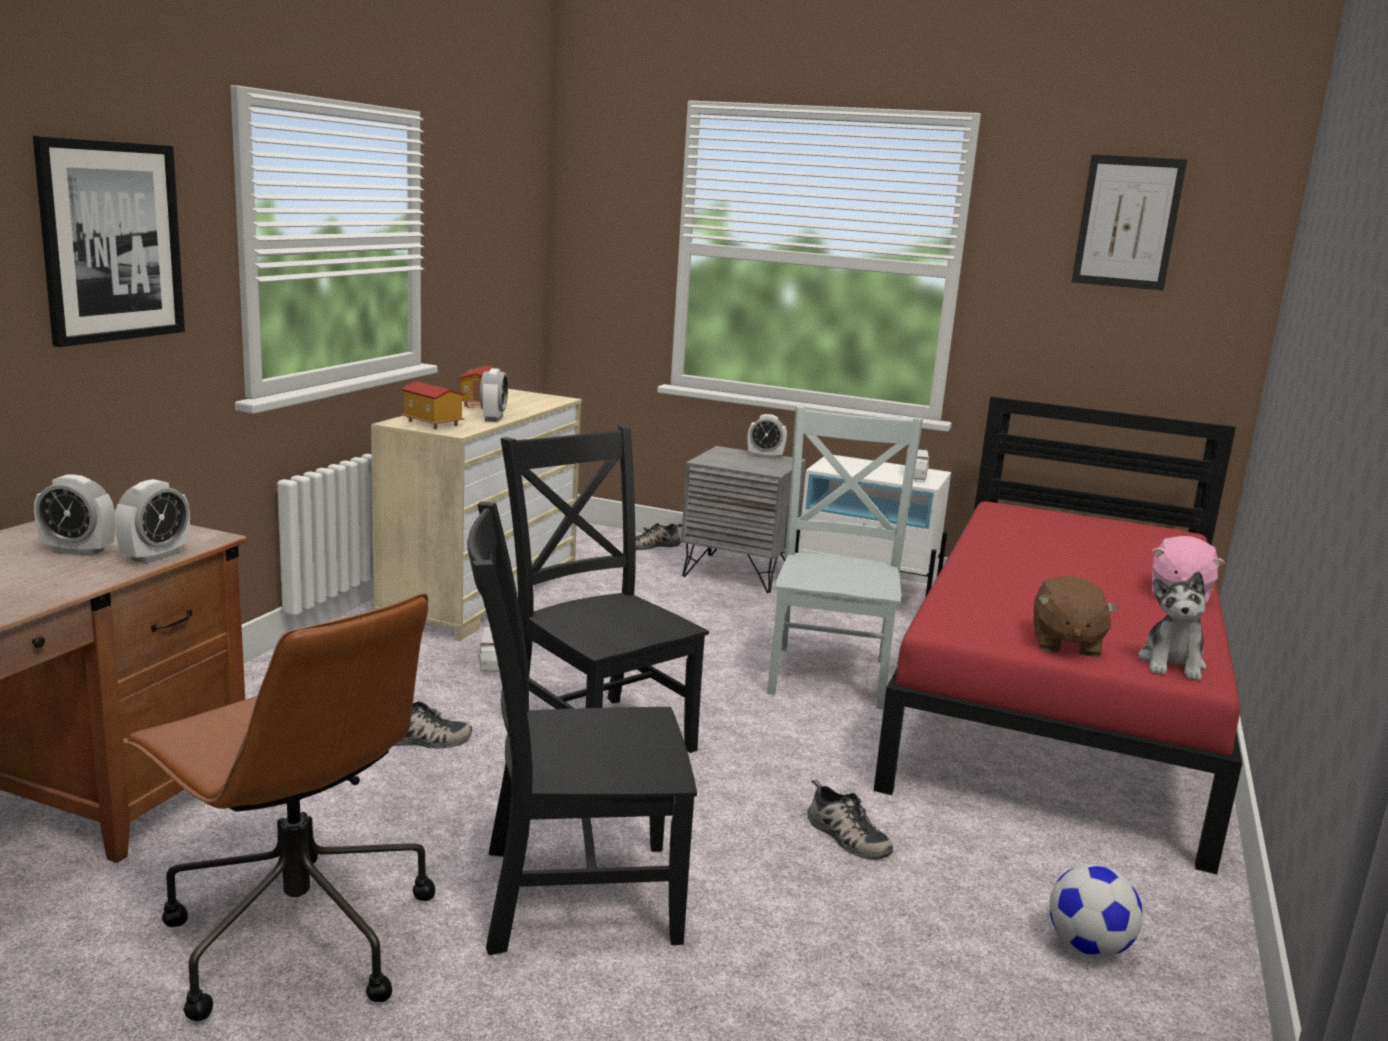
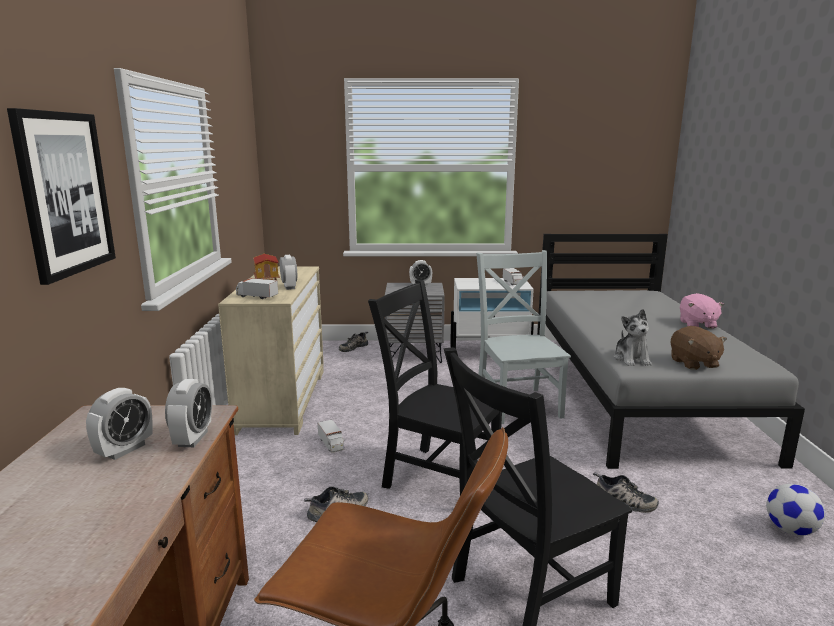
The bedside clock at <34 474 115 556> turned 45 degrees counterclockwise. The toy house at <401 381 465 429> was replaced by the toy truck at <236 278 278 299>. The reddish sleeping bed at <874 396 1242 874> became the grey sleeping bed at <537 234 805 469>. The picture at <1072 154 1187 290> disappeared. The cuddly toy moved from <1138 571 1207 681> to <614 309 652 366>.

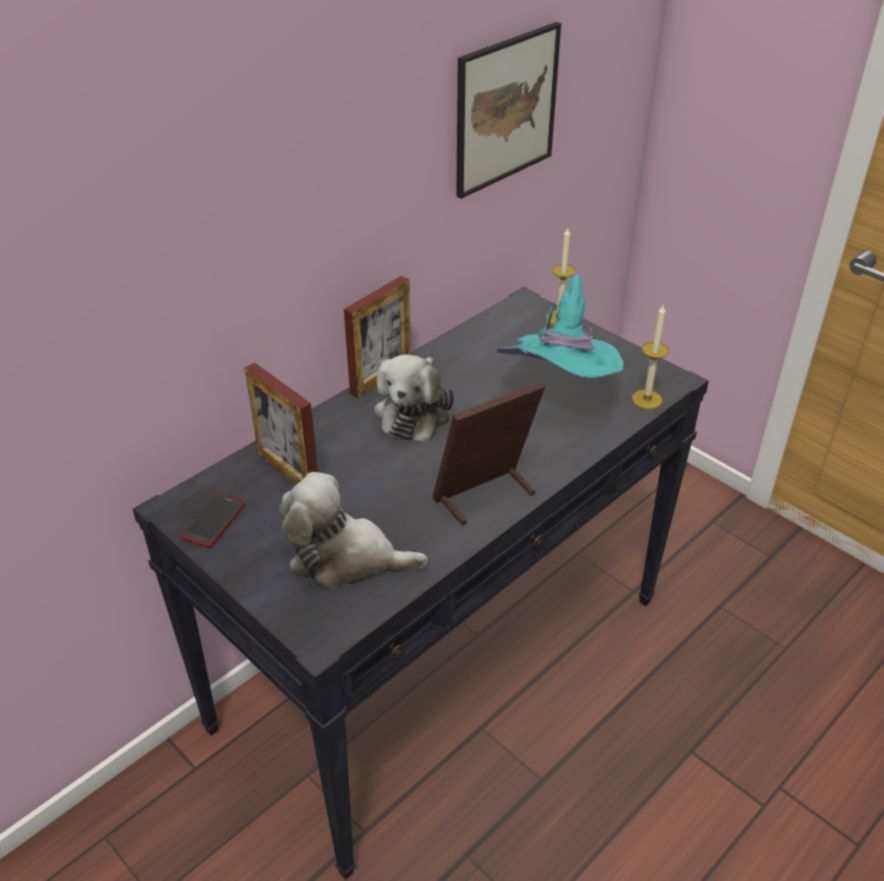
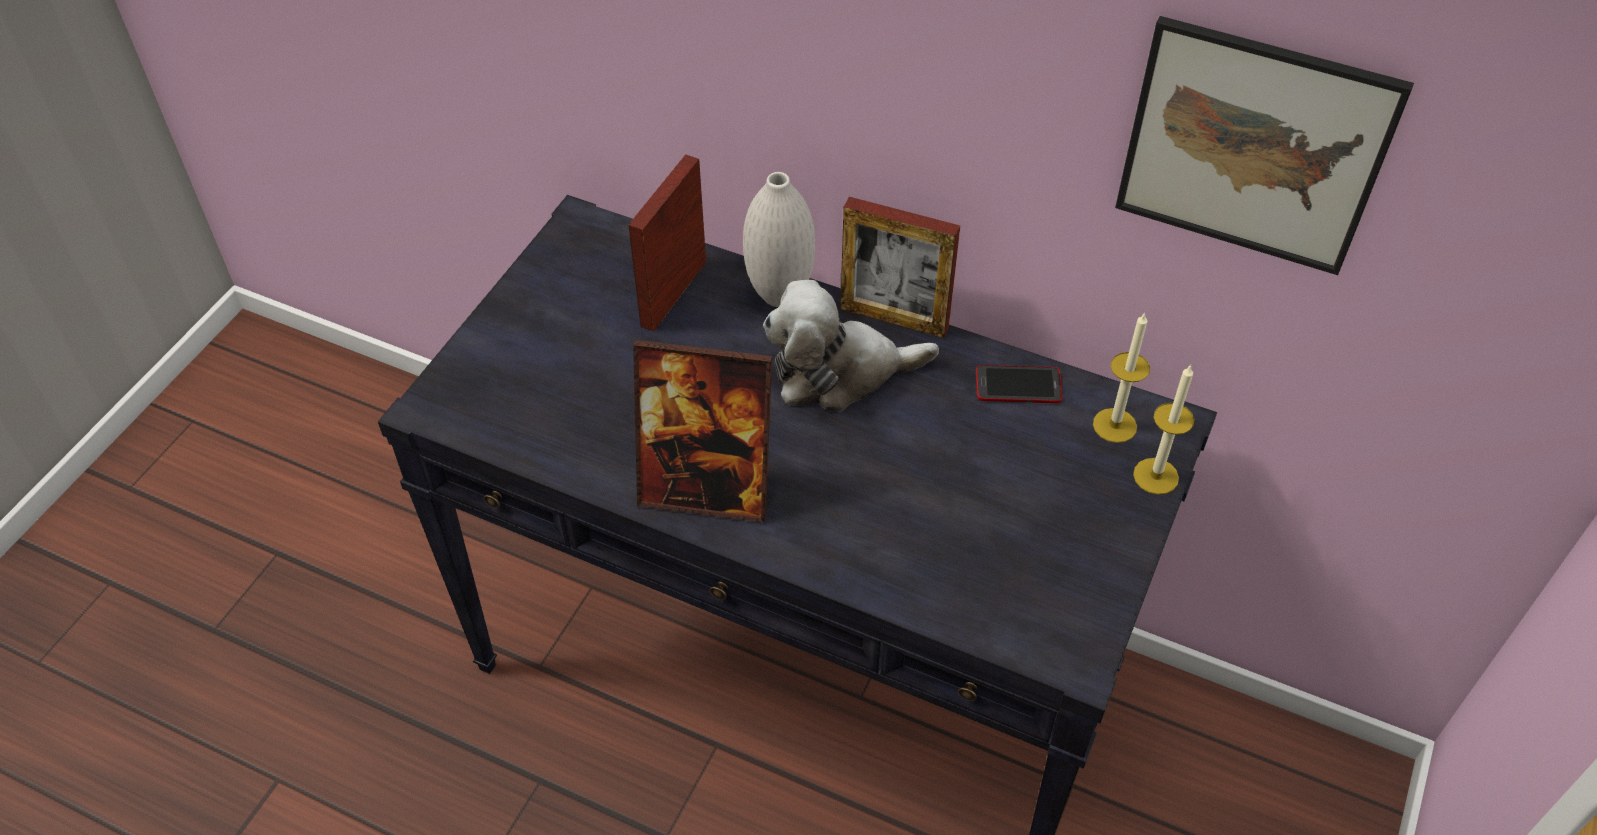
The telephone moved from <181 493 245 547> to <976 365 1063 403>. The cuddly toy at <279 472 428 589> disappeared. The picture frame at <432 382 545 525> turned 150 degrees clockwise. The turquoise clothing hat at <497 274 624 378> disappeared. The wax candle moved from <632 305 669 409> to <1093 312 1150 443>. The white-coloured vase at <743 172 815 307> appeared.

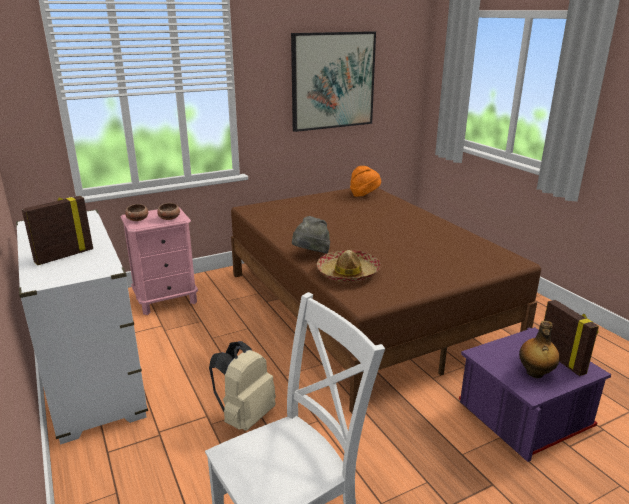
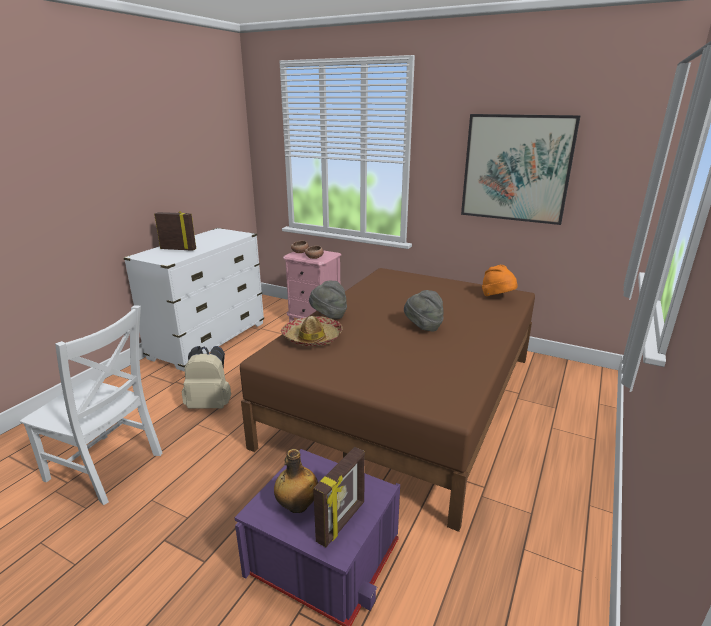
The grey clothing hat at <404 290 444 331> appeared.

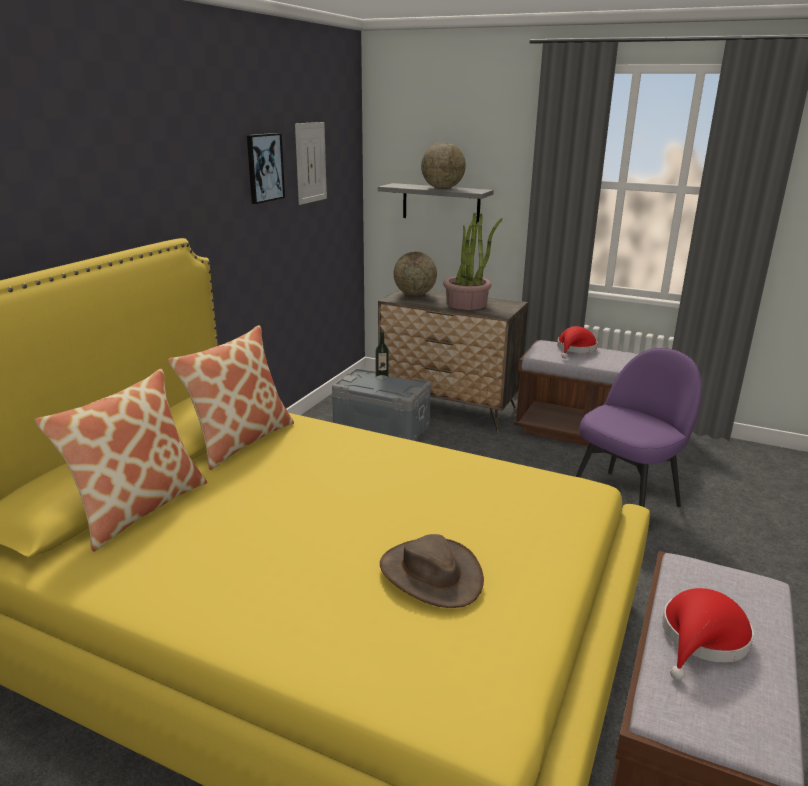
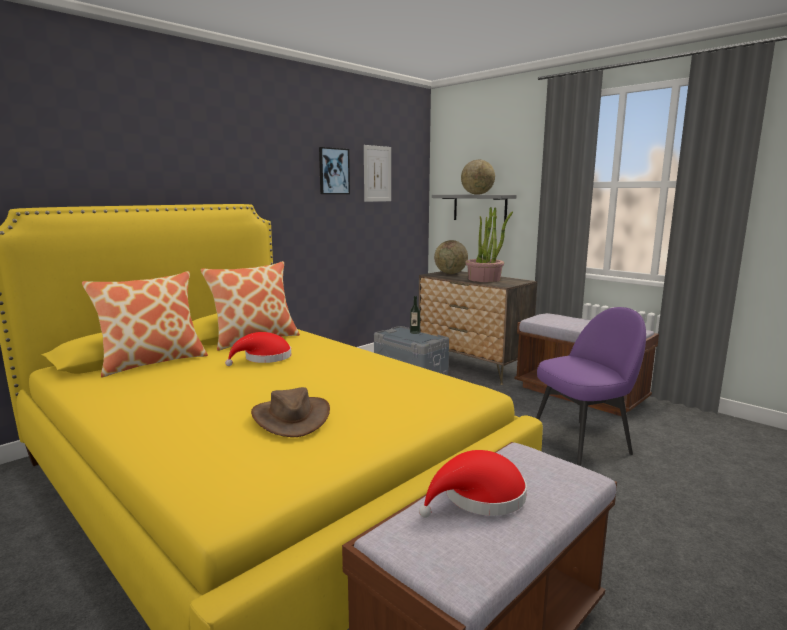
The reddish clothing hat moved from <557 326 597 359> to <225 332 291 366>.

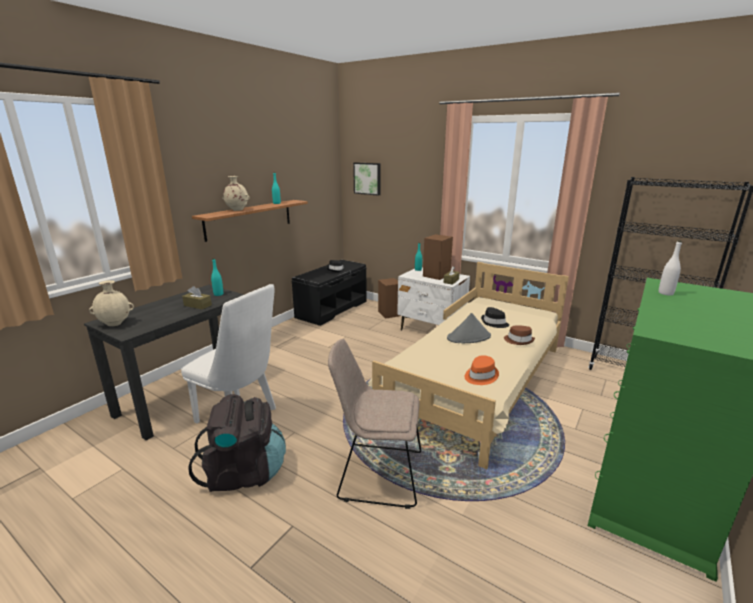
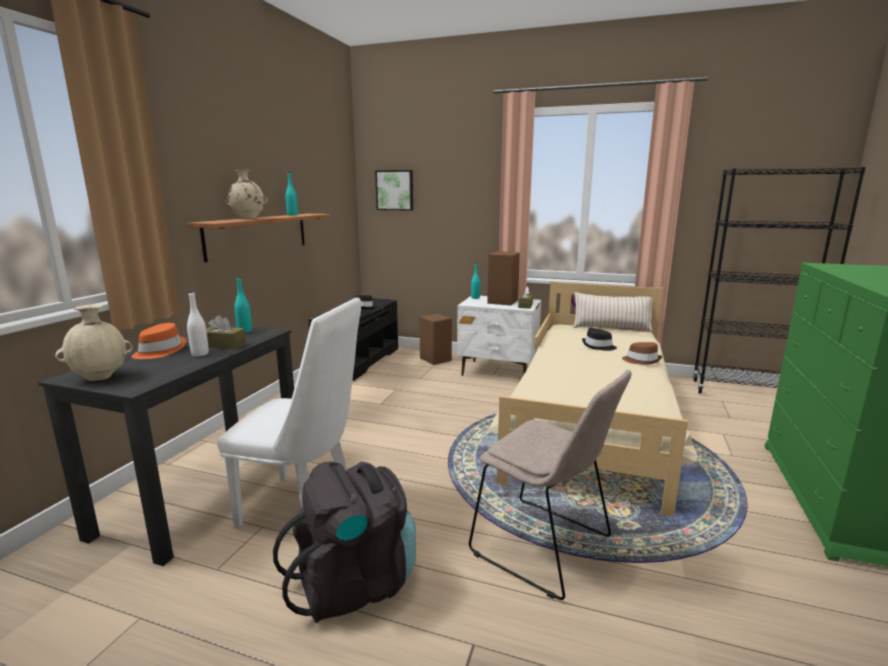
The beige-coloured plain chair at <328 339 421 509> turned 135 degrees counterclockwise. The grey clothing hat at <447 313 491 343> disappeared. The orangey clothing hat moved from <465 355 499 385> to <131 323 187 359>. The white-coloured beverage bottle moved from <659 240 682 296> to <187 291 209 356>. The beige-coloured throw pillow at <573 292 653 332> appeared.

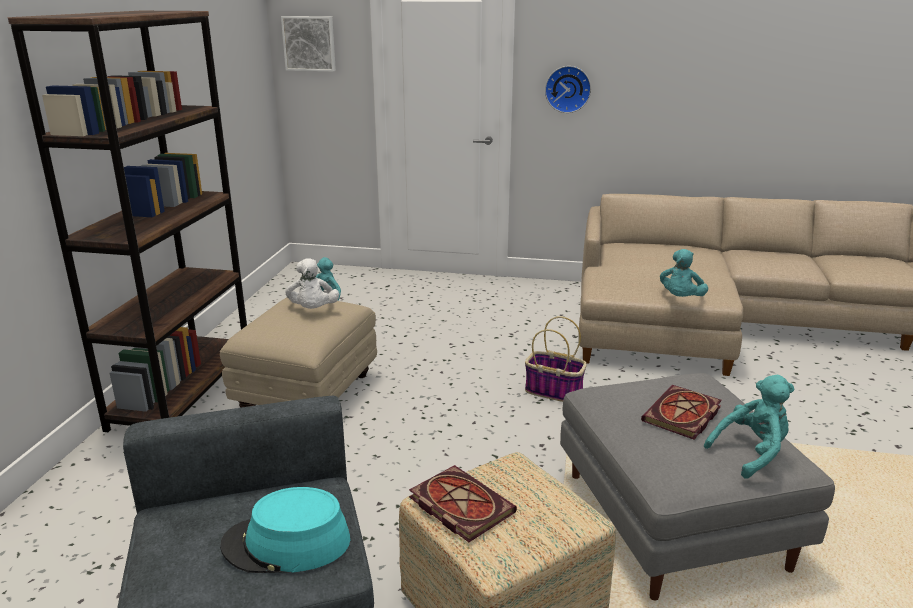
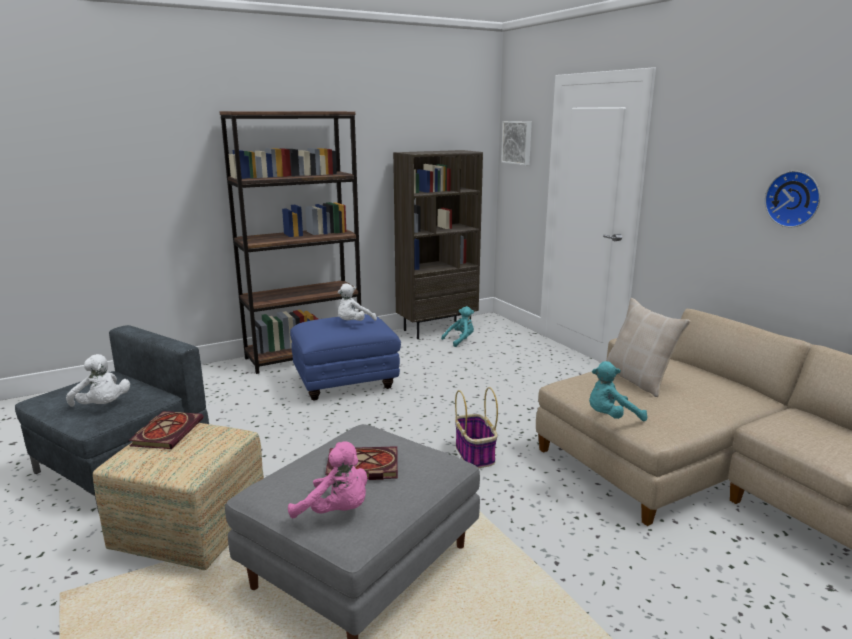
The beige-coloured footrest at <220 297 377 408> became the blue-coloured footrest at <290 314 401 401>. The turquoise clothing hat at <220 487 350 573> was replaced by the white-coloured cuddly toy at <66 354 130 407>. The wall clock moved from <545 66 591 113> to <765 171 820 228>. The turquoise cuddly toy at <704 375 794 479> became the pink-coloured cuddly toy at <288 441 367 518>. The brownish bookshelf at <393 150 483 339> appeared. The beige-coloured throw pillow at <606 298 691 397> appeared.

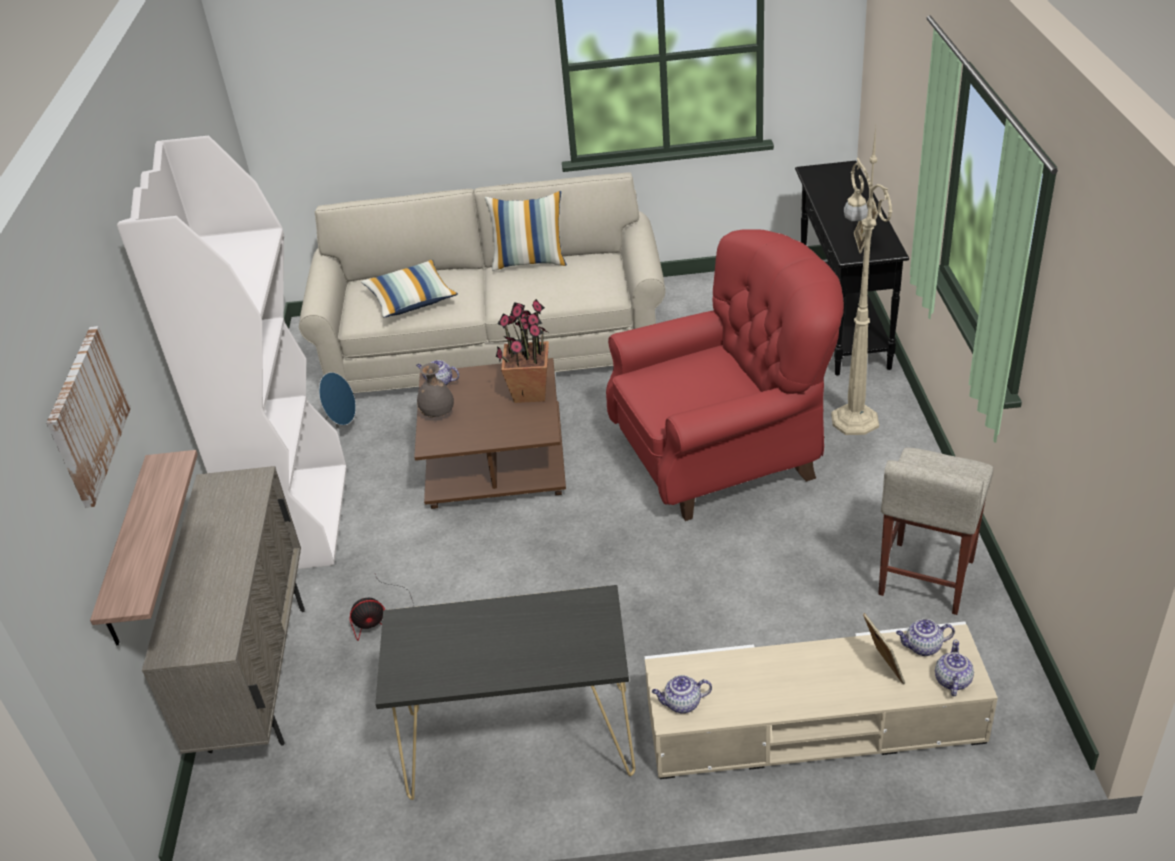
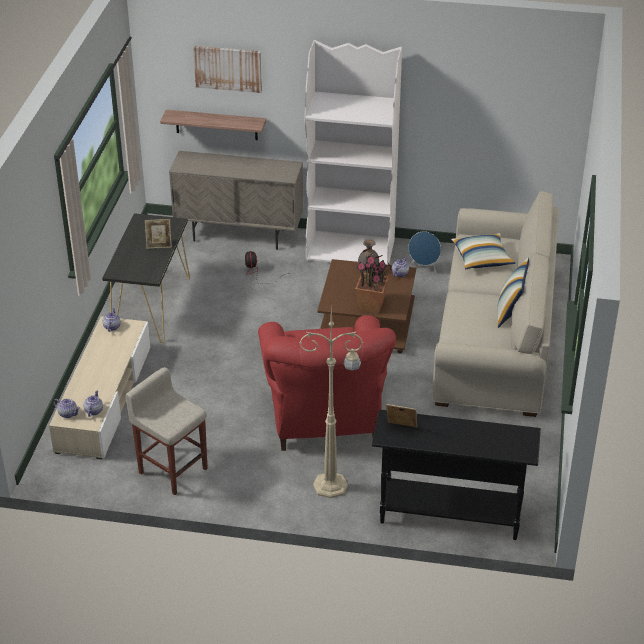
The picture frame moved from <863 613 905 684> to <145 219 172 249>.

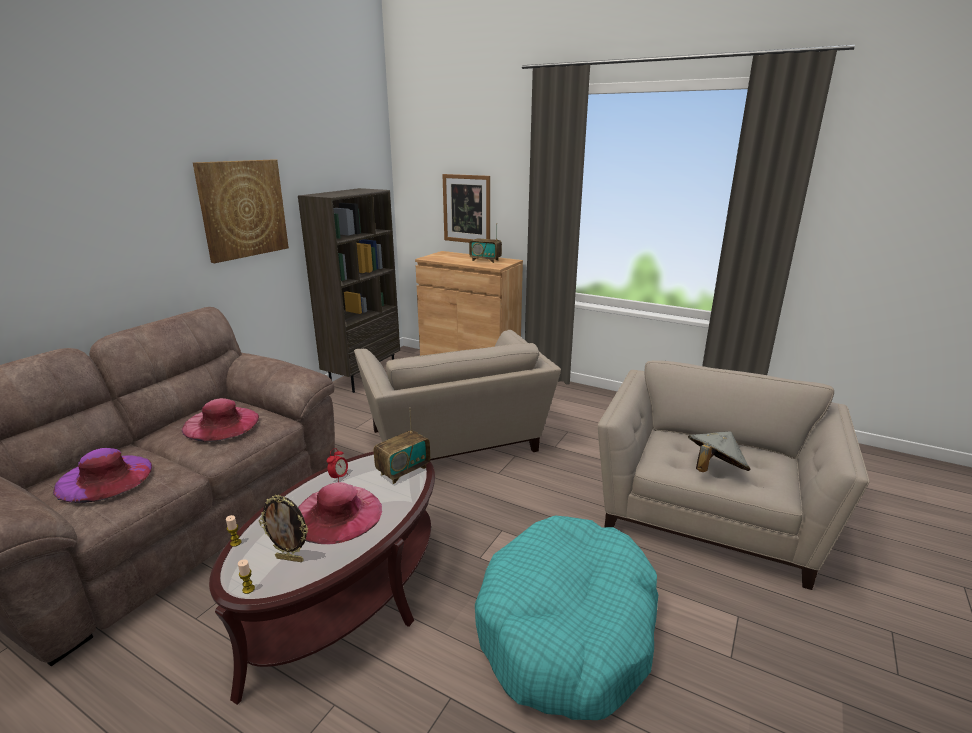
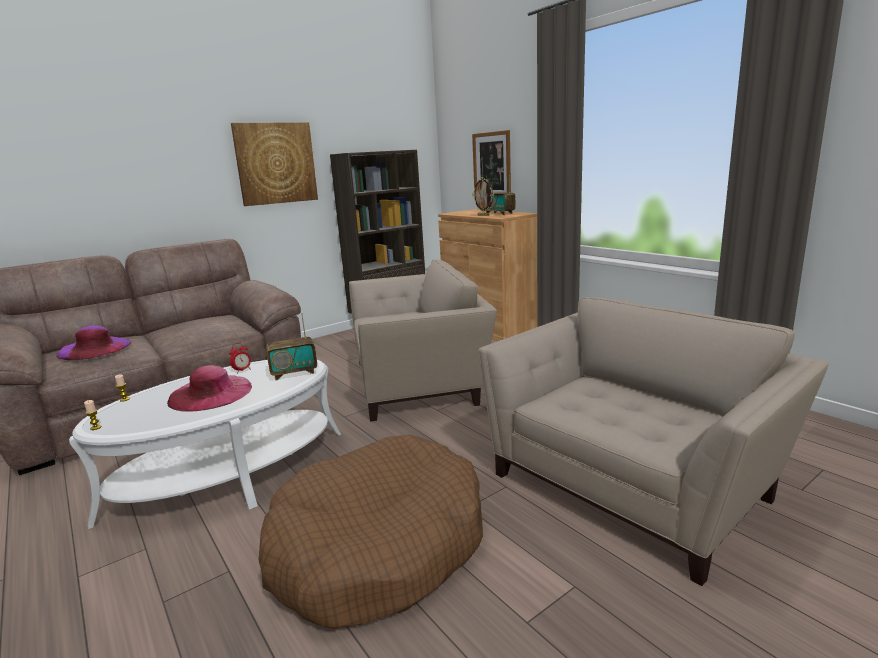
The pink-coloured clothing hat at <182 398 259 442> disappeared. The brownish coffee table at <209 451 435 705> became the white-coloured coffee table at <69 360 341 529>. The picture frame moved from <259 495 308 562> to <472 177 494 216>. The beige-coloured armchair at <354 330 561 461> turned 105 degrees counterclockwise. The turquoise pet bed at <475 515 658 720> became the brownish pet bed at <259 435 483 629>. The grey clothing hat at <688 431 750 472> disappeared.

